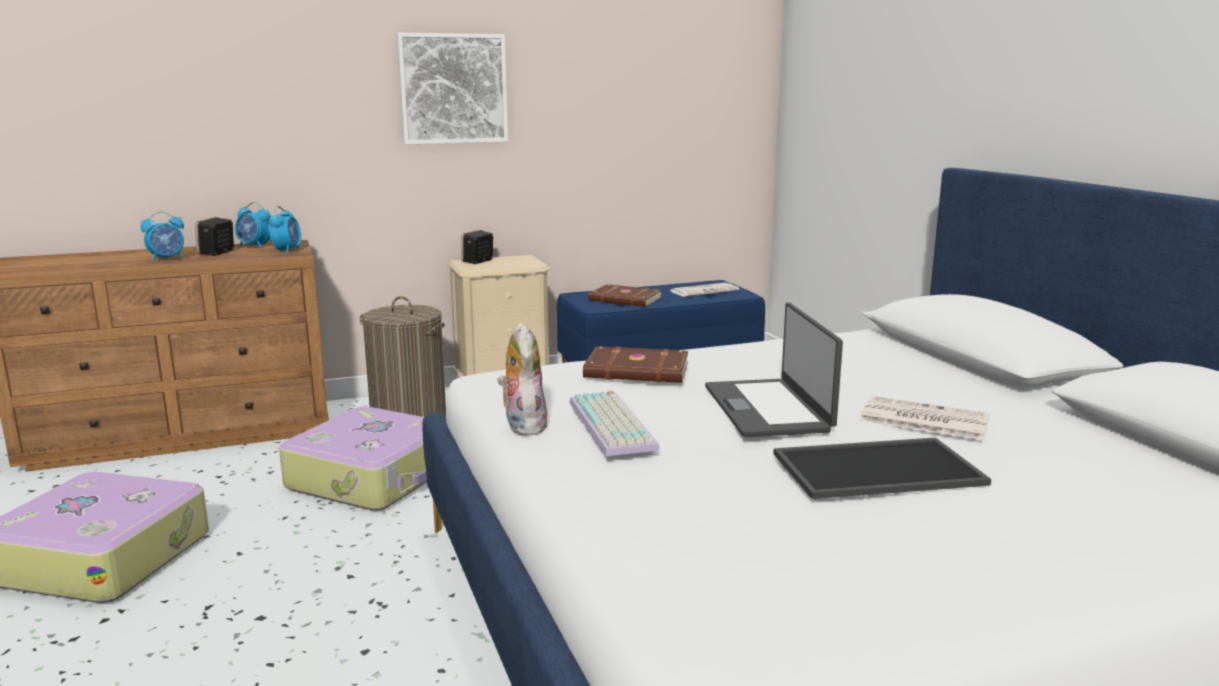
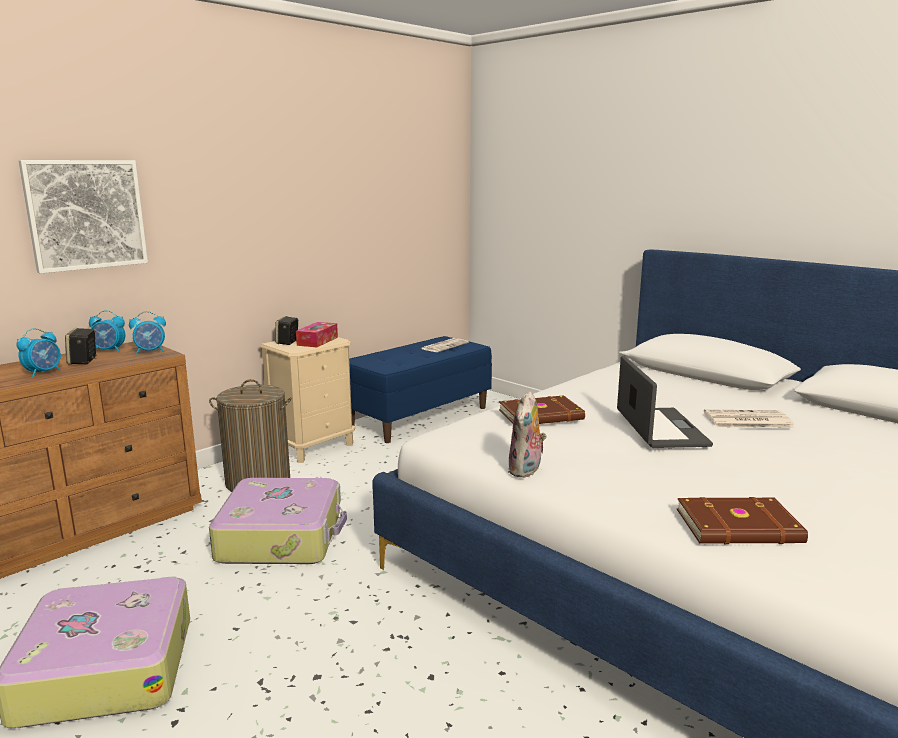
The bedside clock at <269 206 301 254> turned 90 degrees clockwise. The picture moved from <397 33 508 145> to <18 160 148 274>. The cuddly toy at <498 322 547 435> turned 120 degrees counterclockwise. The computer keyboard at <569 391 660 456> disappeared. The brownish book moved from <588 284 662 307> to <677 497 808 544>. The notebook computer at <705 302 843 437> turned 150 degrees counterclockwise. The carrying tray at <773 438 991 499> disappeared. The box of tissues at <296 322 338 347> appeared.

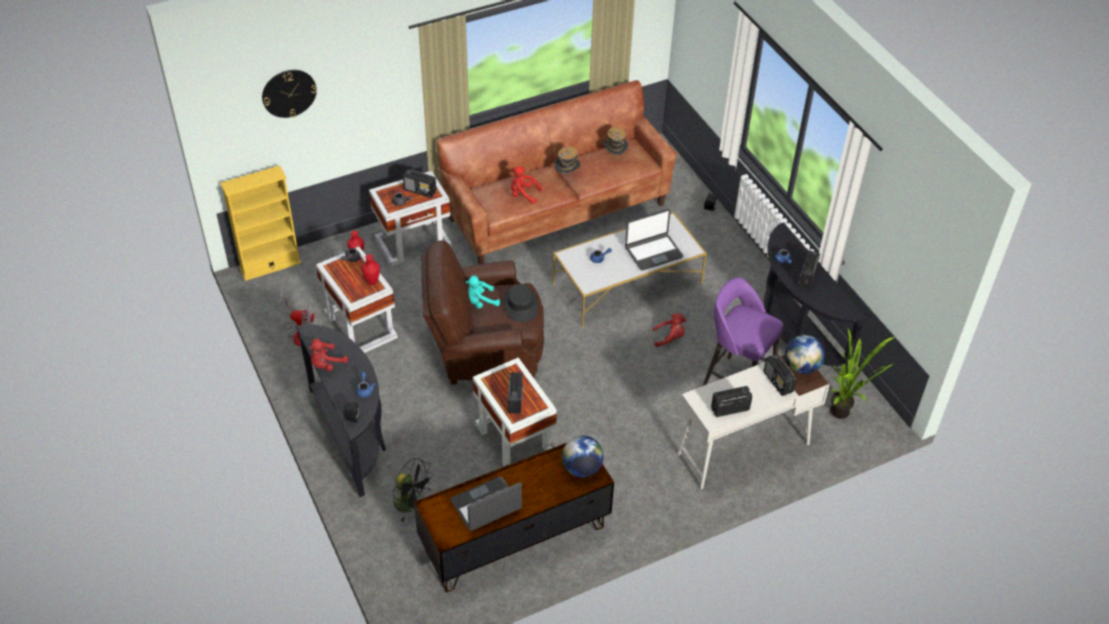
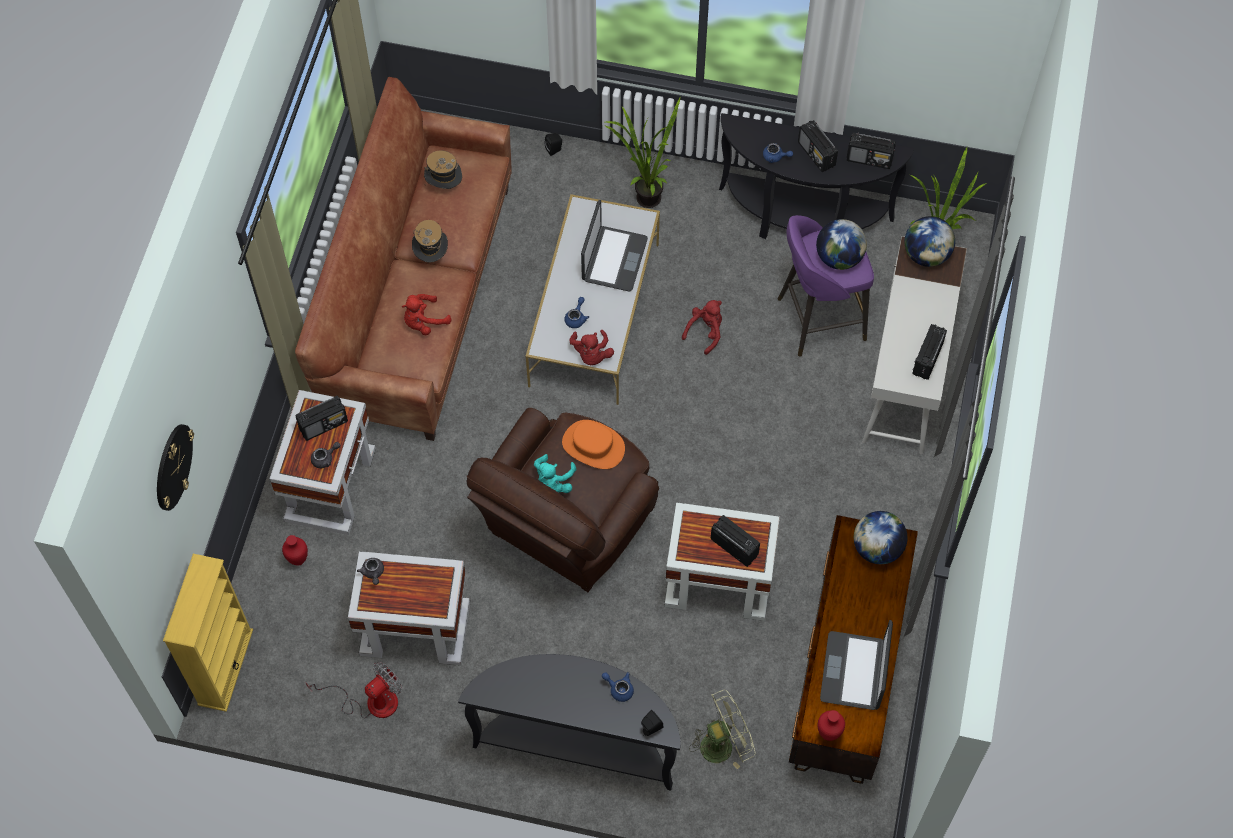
The reddish cuddly toy moved from <309 338 348 371> to <569 330 614 365>. The reddish vase moved from <362 254 380 285> to <818 710 845 741>. The blackish electric fan at <393 457 433 522> became the greenish electric fan at <689 689 756 769>. The blackish clothing hat at <504 284 538 322> became the orangey clothing hat at <562 420 625 469>. The radio set moved from <764 354 797 396> to <847 133 896 169>. The houseplant at <604 97 680 208> appeared. The desk globe at <816 219 867 270> appeared.

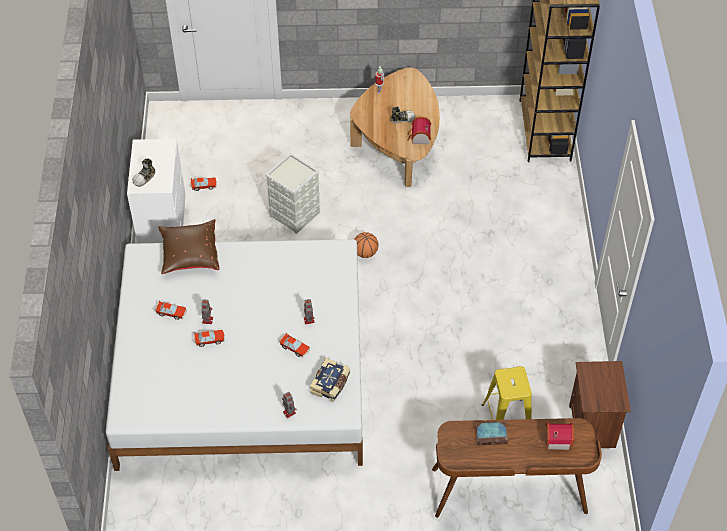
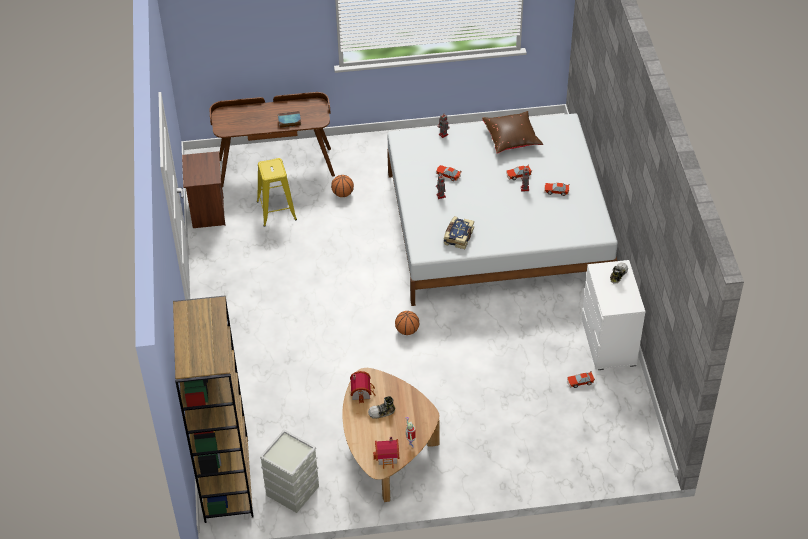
The brownish throw pillow moved from <158 219 220 274> to <482 111 543 154>. The grey storage container moved from <265 153 320 234> to <260 429 319 513>. The book moved from <310 358 350 402> to <444 216 474 249>. The toy house moved from <545 422 574 450> to <373 437 399 469>. The basketball ball at <331 175 354 197> appeared.

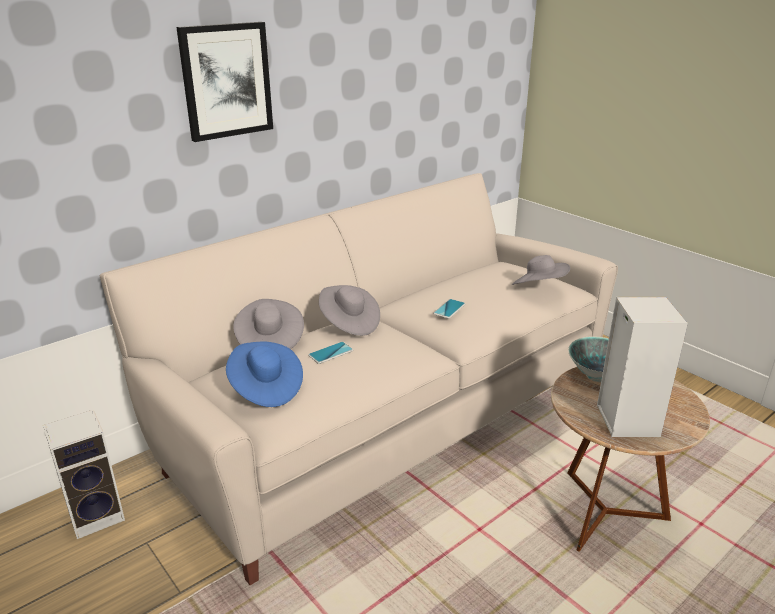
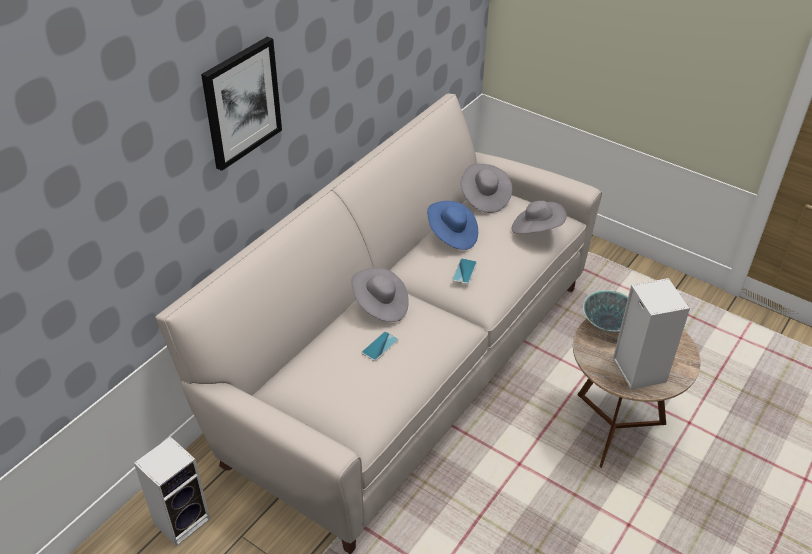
The blue-coloured clothing hat moved from <226 342 303 407> to <427 201 478 250>. The grey clothing hat moved from <233 299 304 349> to <461 164 512 213>.

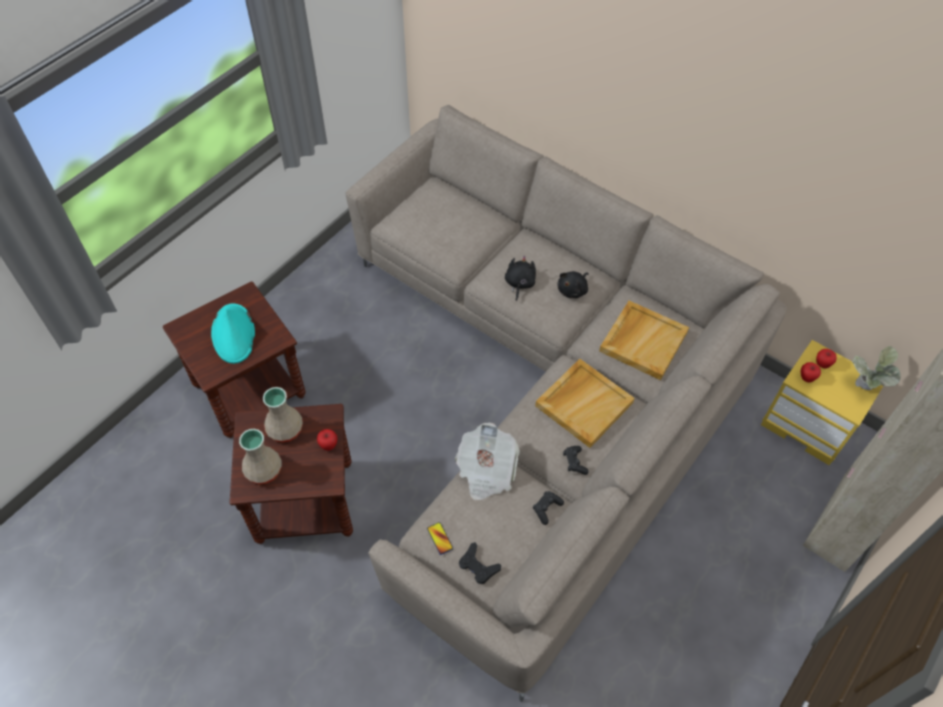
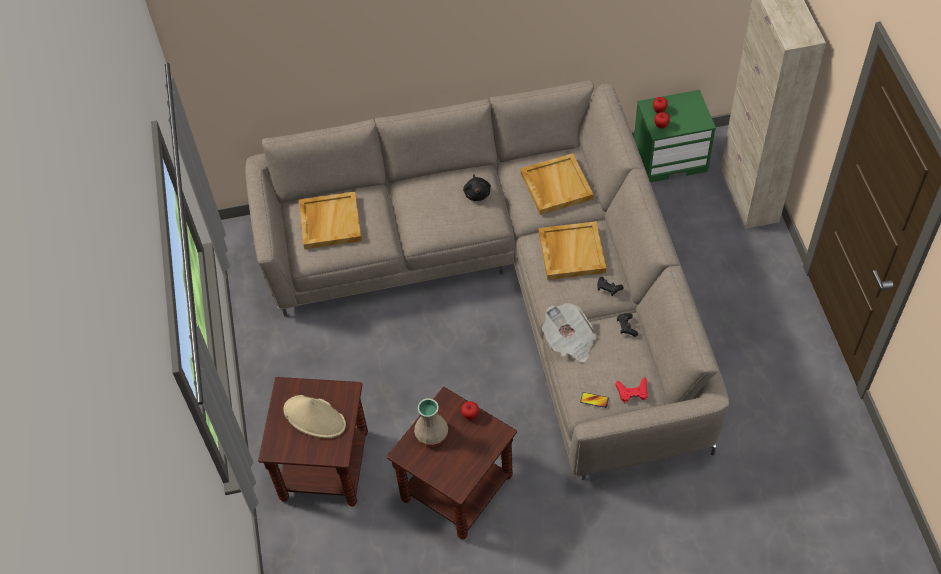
The turquoise clothing hat at <211 304 255 364> became the beige-coloured clothing hat at <283 395 346 439>. The beige-coloured vase at <239 429 281 485> disappeared. The blackish game controller at <459 542 501 584> became the reddish game controller at <615 377 648 403>. The blackish cuddly toy at <505 256 536 301> disappeared. The yellow nightstand at <761 340 883 465> became the greenish nightstand at <634 90 716 183>. The houseplant at <852 346 901 390> disappeared. The beige-coloured carrying tray at <299 192 362 249> appeared.

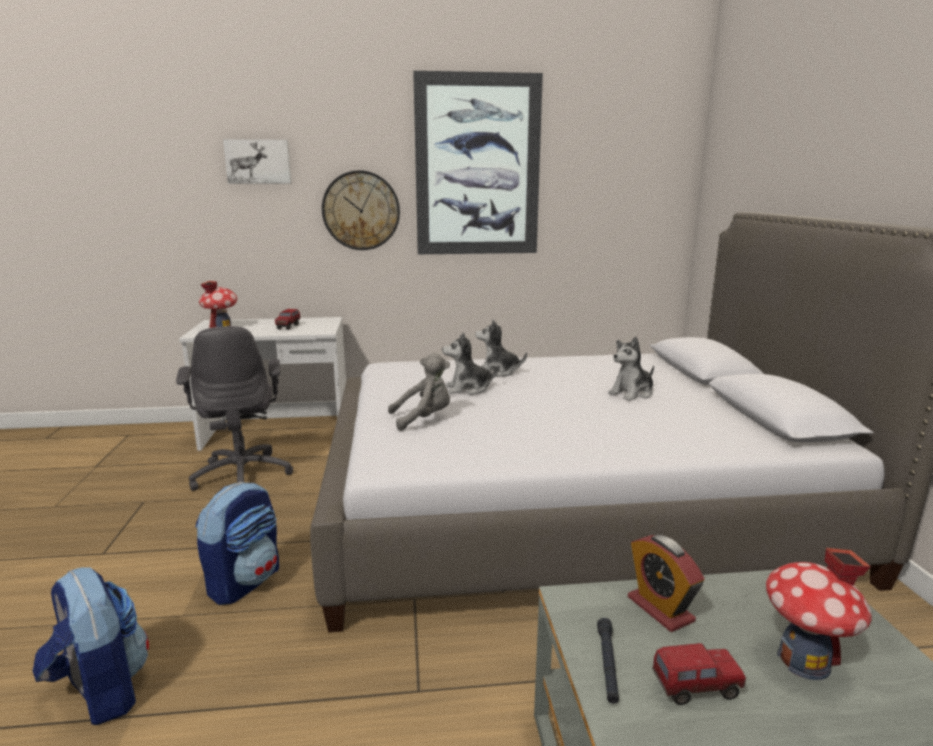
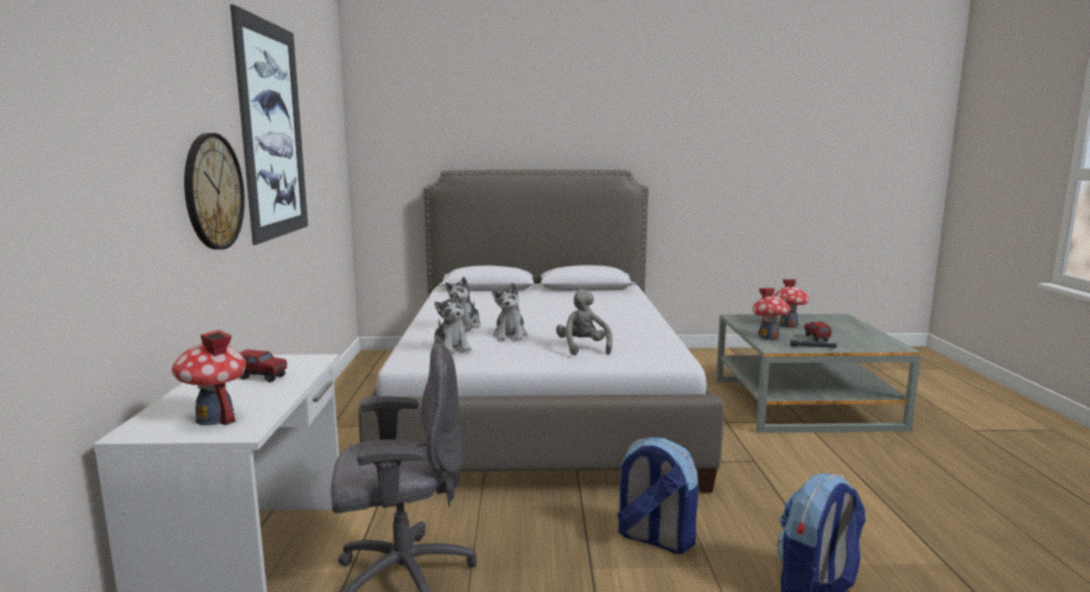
The picture at <223 139 291 184> disappeared. The cuddly toy moved from <608 337 654 401> to <433 291 472 354>. The bedside clock at <628 535 704 632> was replaced by the toy house at <753 288 791 340>.

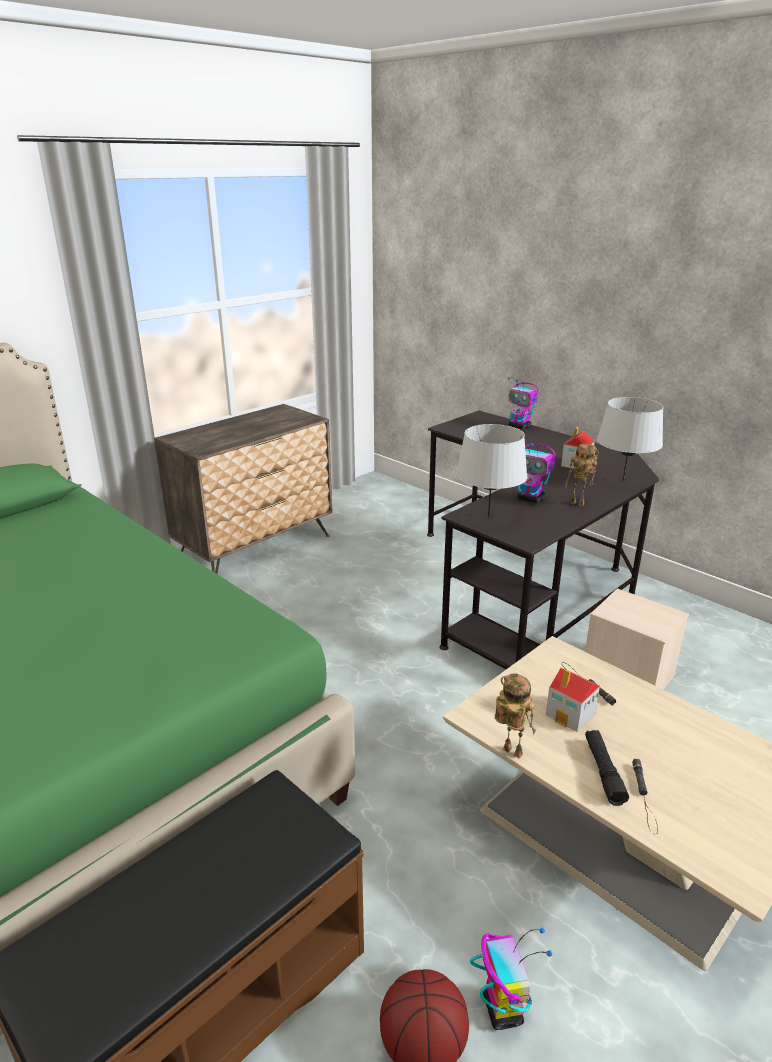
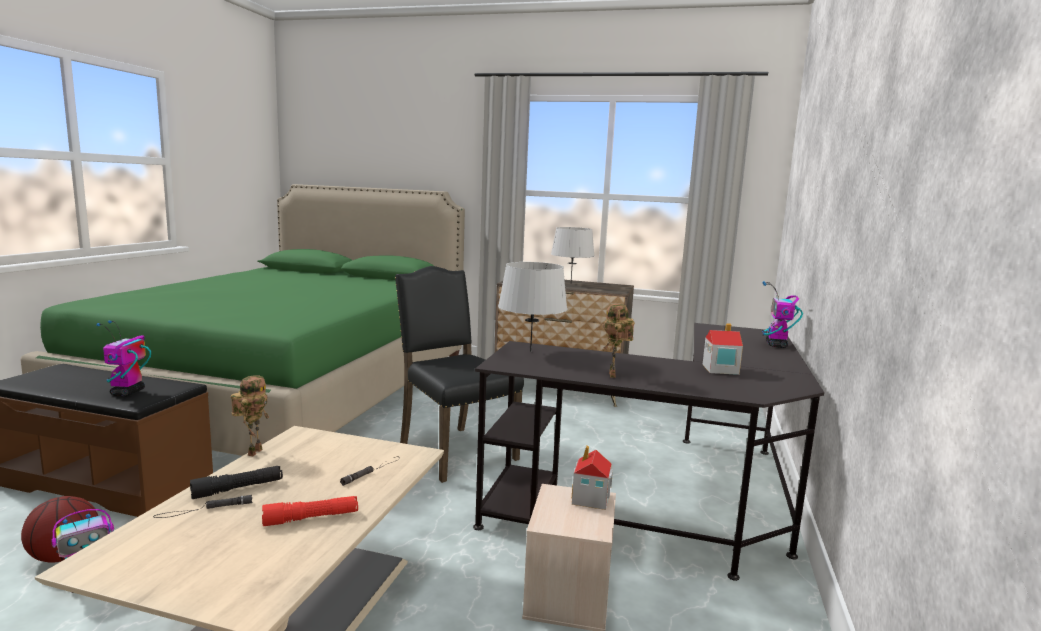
The model robot moved from <517 442 555 504> to <96 320 151 396>. The toy house moved from <546 668 600 732> to <572 446 613 510>. The grey table lamp moved from <597 397 664 481> to <551 227 595 281>. The reddish flashlight at <262 496 358 526> appeared. The blackish plain chair at <395 266 524 483> appeared.

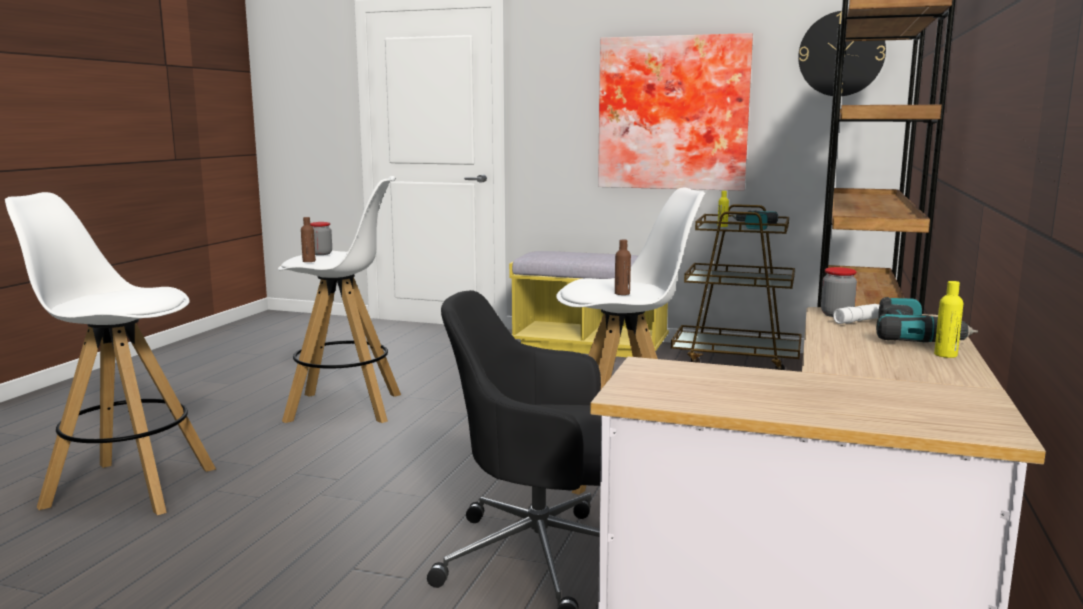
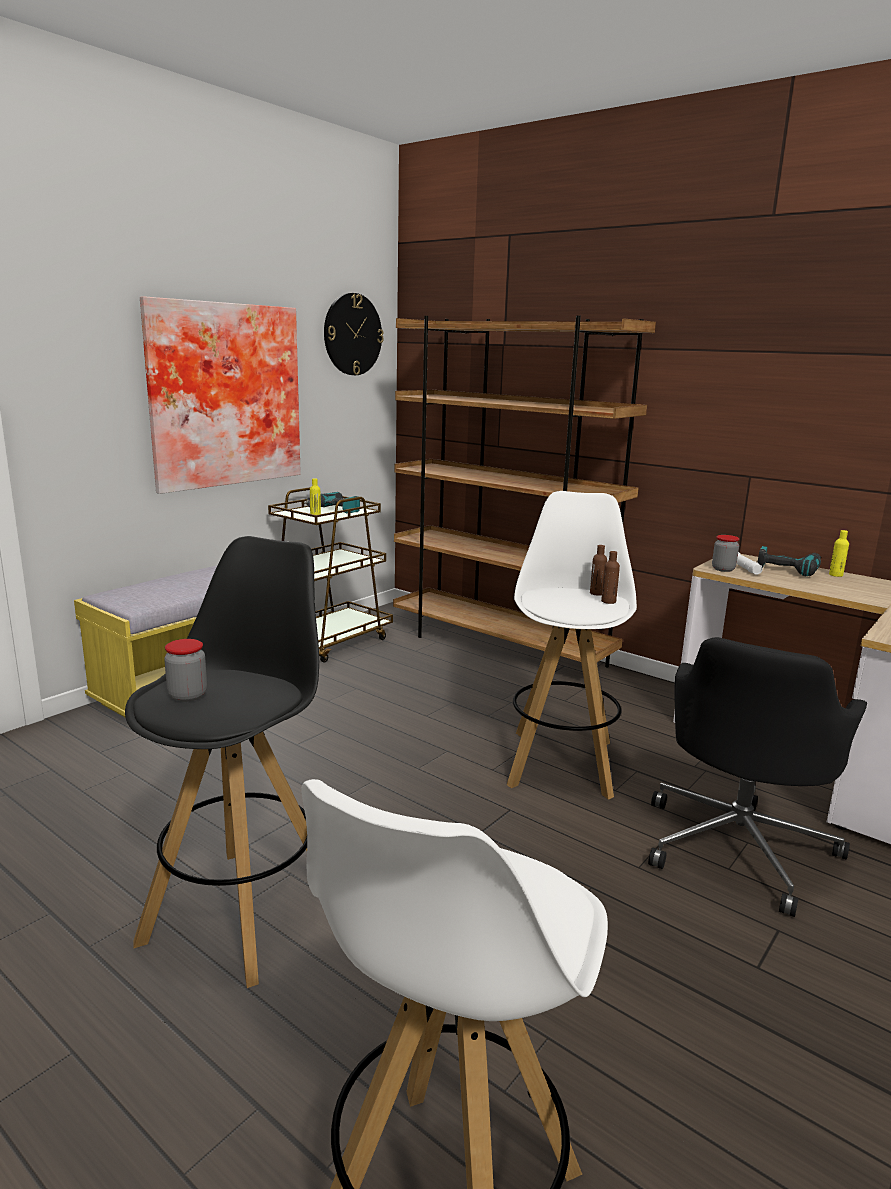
The white-coloured stool seat at <278 176 401 423> became the blackish stool seat at <125 536 319 988>. The brownish beverage bottle moved from <301 217 316 262> to <590 545 607 596>.

